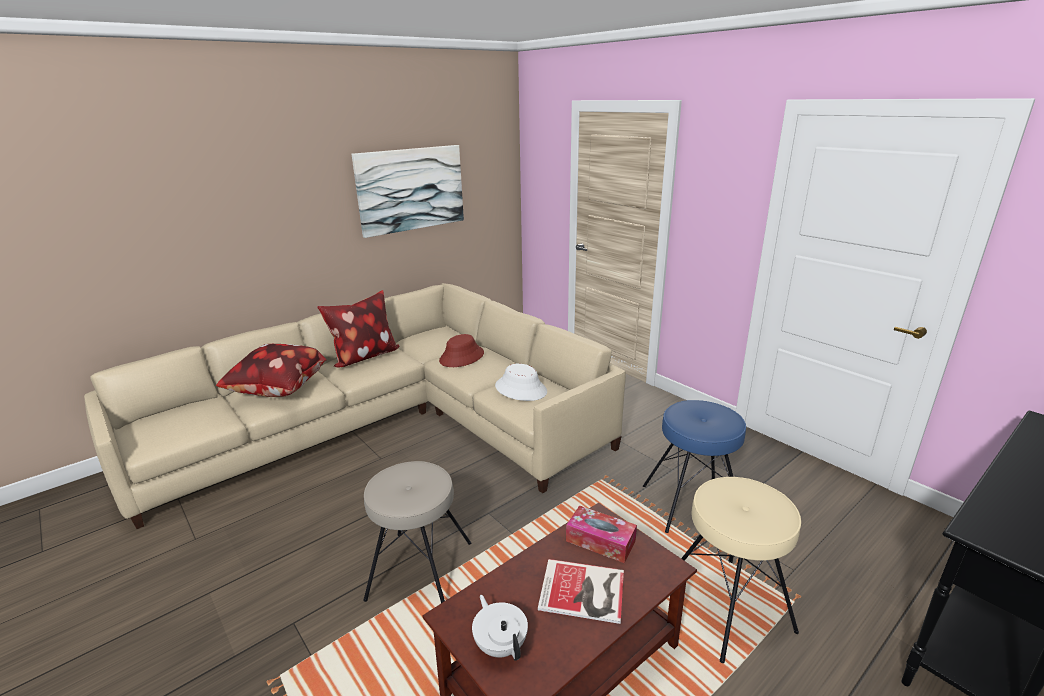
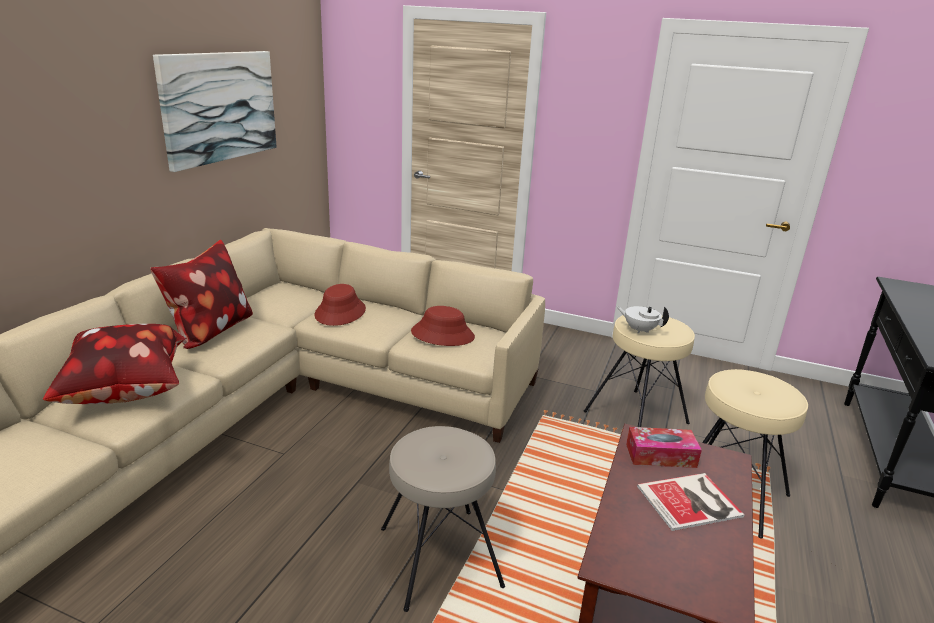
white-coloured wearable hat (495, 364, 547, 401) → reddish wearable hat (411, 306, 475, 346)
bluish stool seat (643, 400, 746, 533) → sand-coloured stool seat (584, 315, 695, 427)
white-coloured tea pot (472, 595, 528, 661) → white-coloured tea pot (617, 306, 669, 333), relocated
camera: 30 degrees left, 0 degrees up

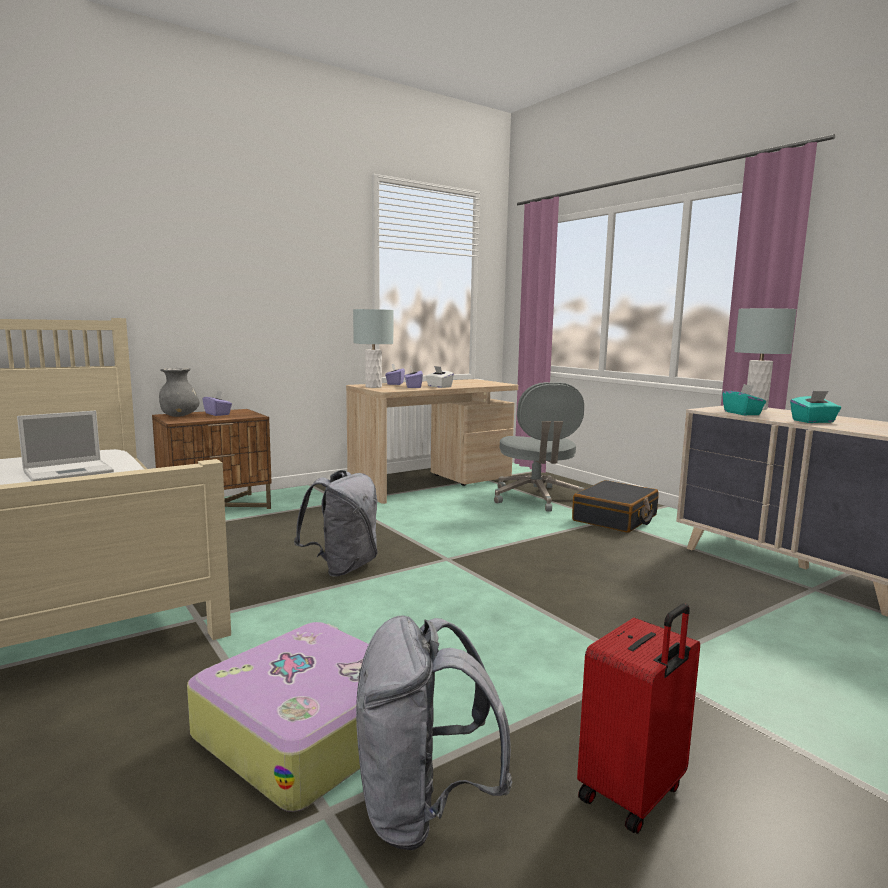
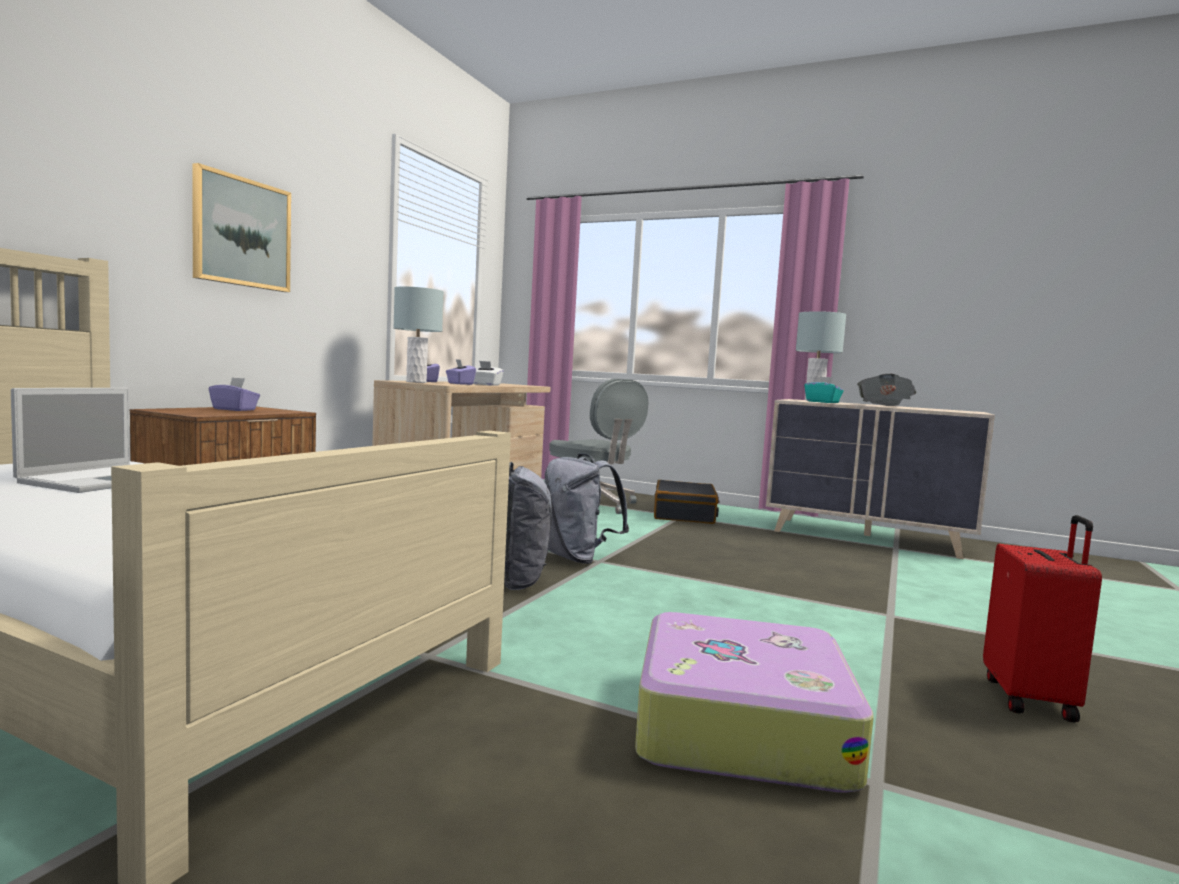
- → wall picture (192, 163, 291, 292)
gray rucksack (356, 615, 513, 850) → gray rucksack (545, 453, 629, 564), relocated
blue-green tissue box (790, 391, 841, 423) → printed paper (858, 374, 916, 406)
gray flower vase (159, 368, 200, 417) → -
camera: 30 degrees left, 5 degrees down

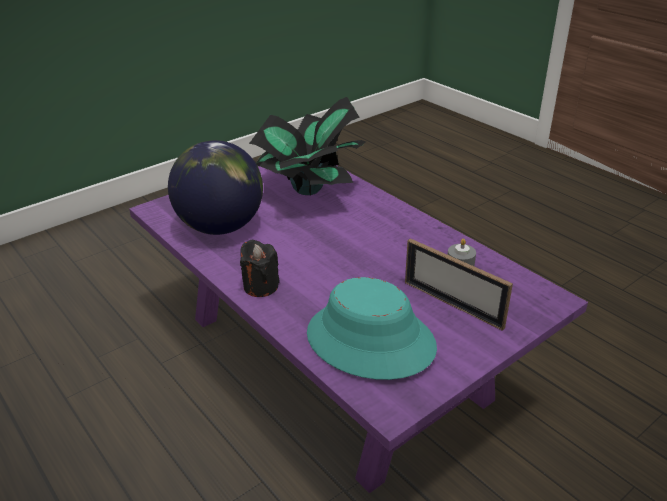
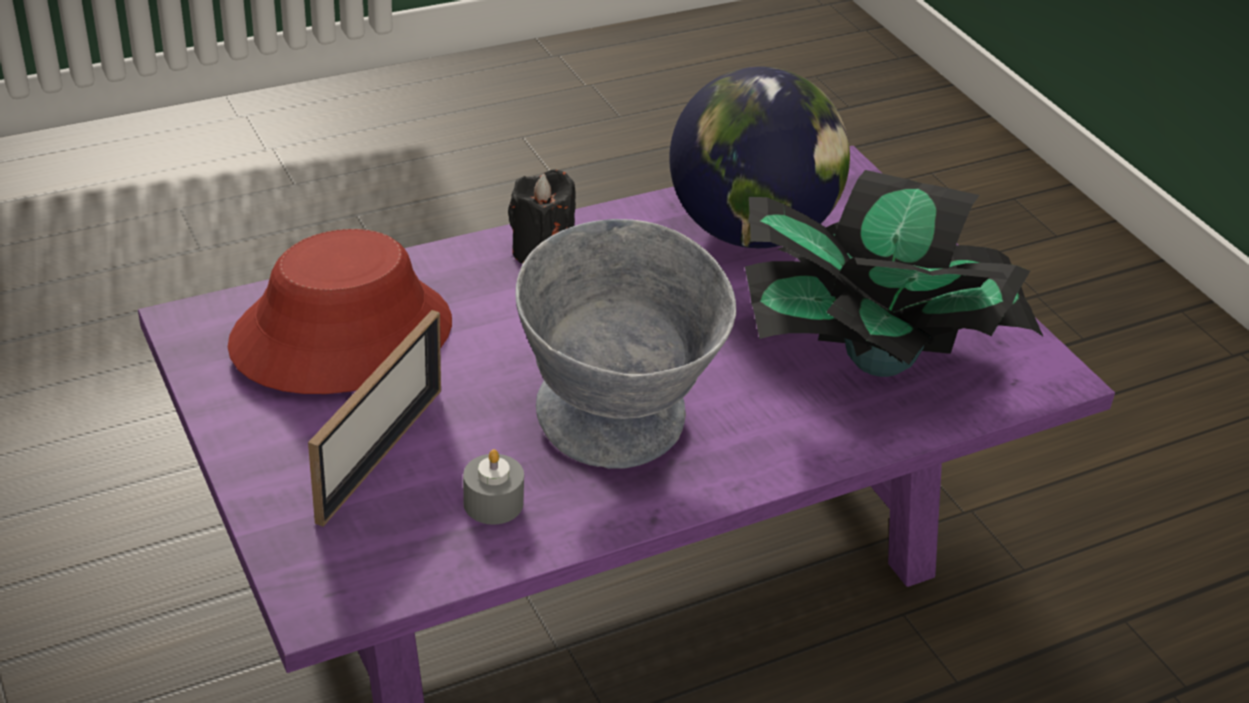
blue-green wearable hat (307, 277, 437, 380) → reddish wearable hat (228, 229, 452, 394)
standing frame (405, 238, 513, 331) → standing frame (308, 310, 441, 527), 150 degrees clockwise
- → gray bowl (516, 219, 736, 469)
camera: 100 degrees right, 5 degrees up

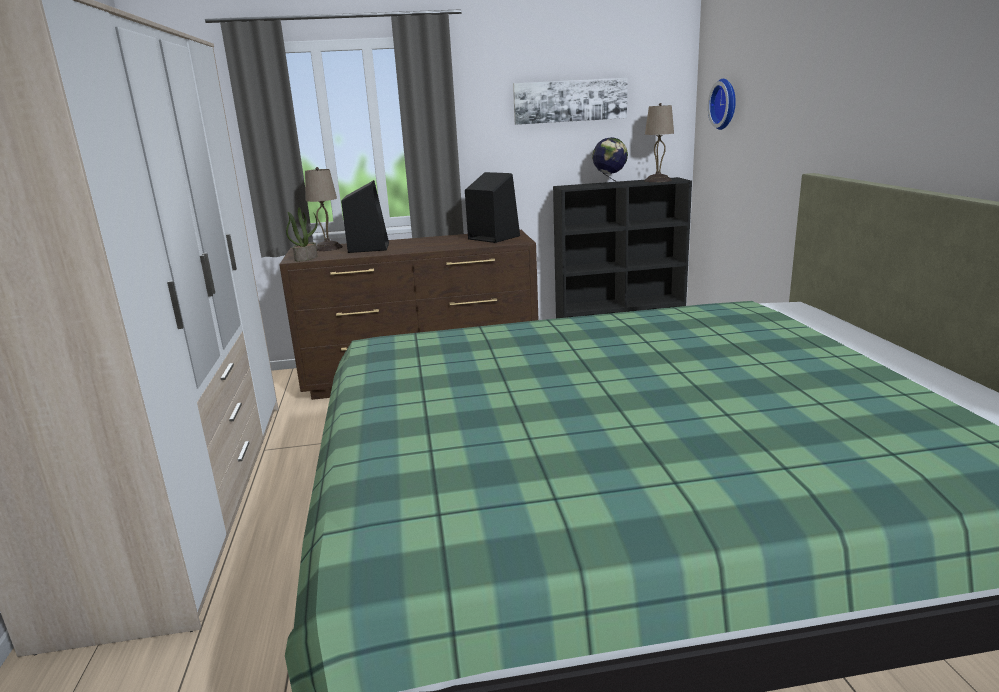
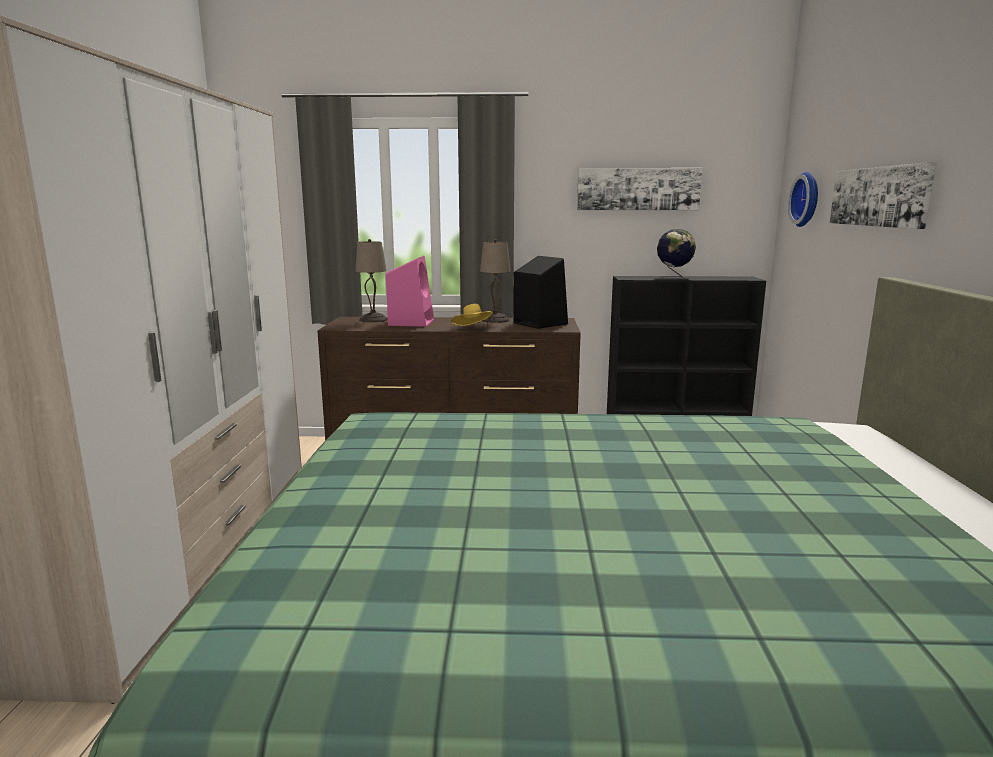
black-coloured speaker (341, 180, 389, 253) → pinkish speaker (386, 256, 434, 327)
- → yellow wearable hat (451, 304, 493, 326)
sand-coloured lamp for a table (645, 103, 674, 182) → sand-coloured lamp for a table (480, 239, 511, 323), relocated
- → wall picture (830, 162, 936, 229)
plant in a pot (286, 207, 318, 261) → -
camera: 10 degrees right, 5 degrees down

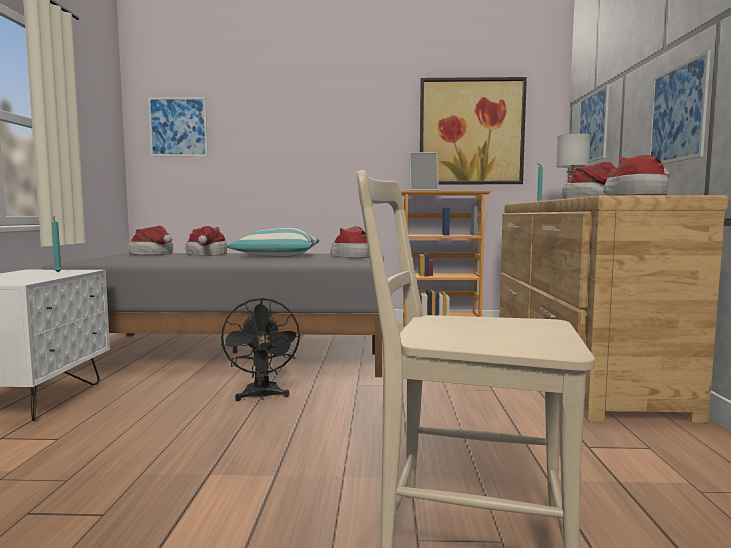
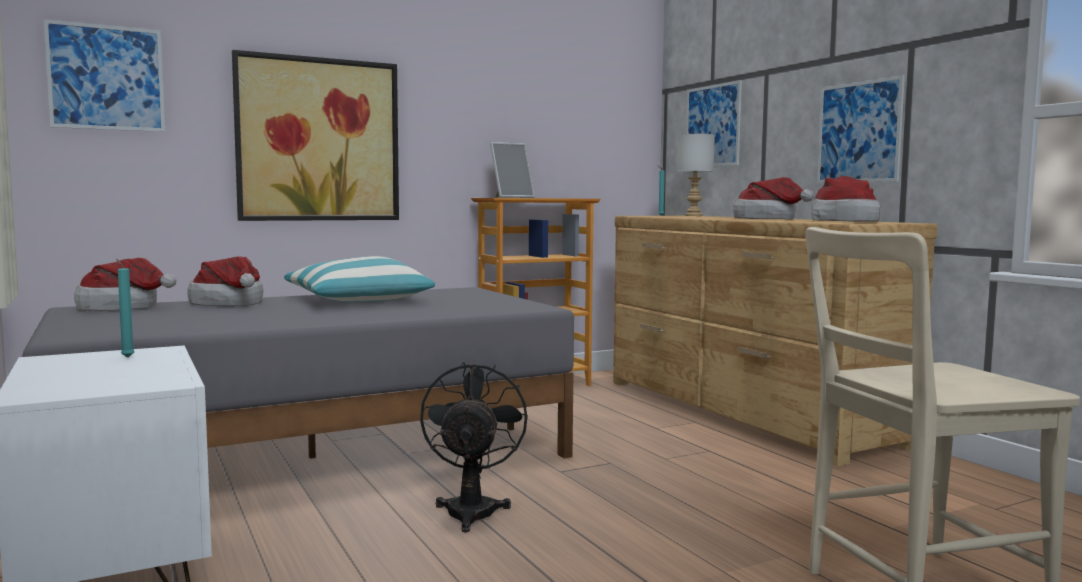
wall picture (420, 77, 527, 184) → wall picture (232, 50, 399, 221), relocated
black-coloured electric fan (221, 298, 301, 401) → black-coloured electric fan (420, 362, 528, 532), 135 degrees counterclockwise
wearable hat (330, 226, 369, 258) → -
camera: 30 degrees left, 0 degrees up

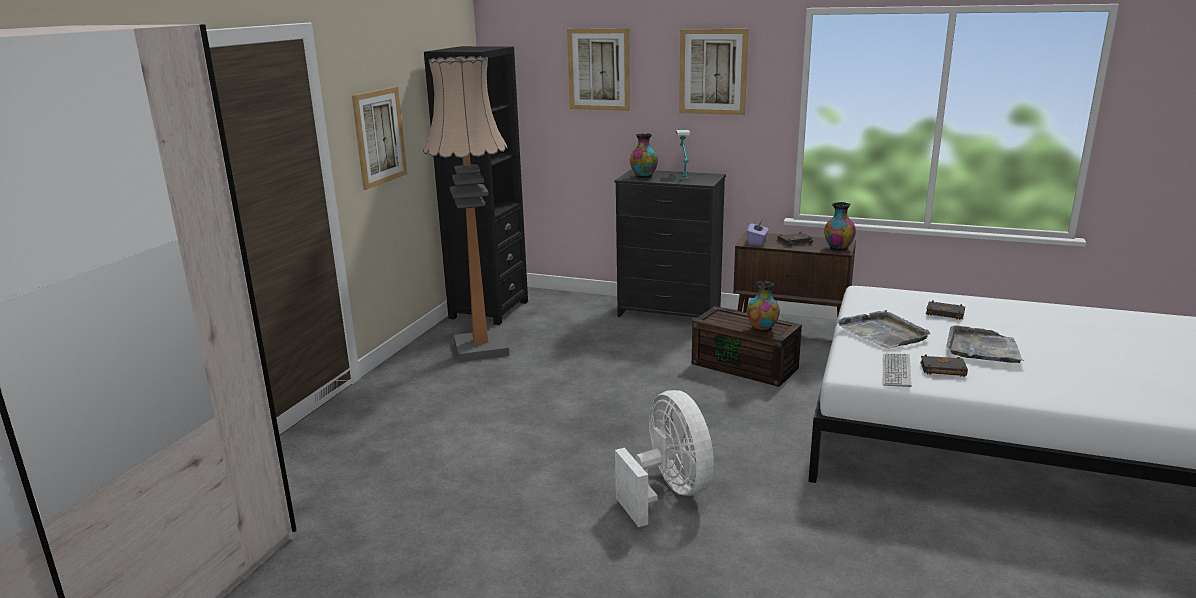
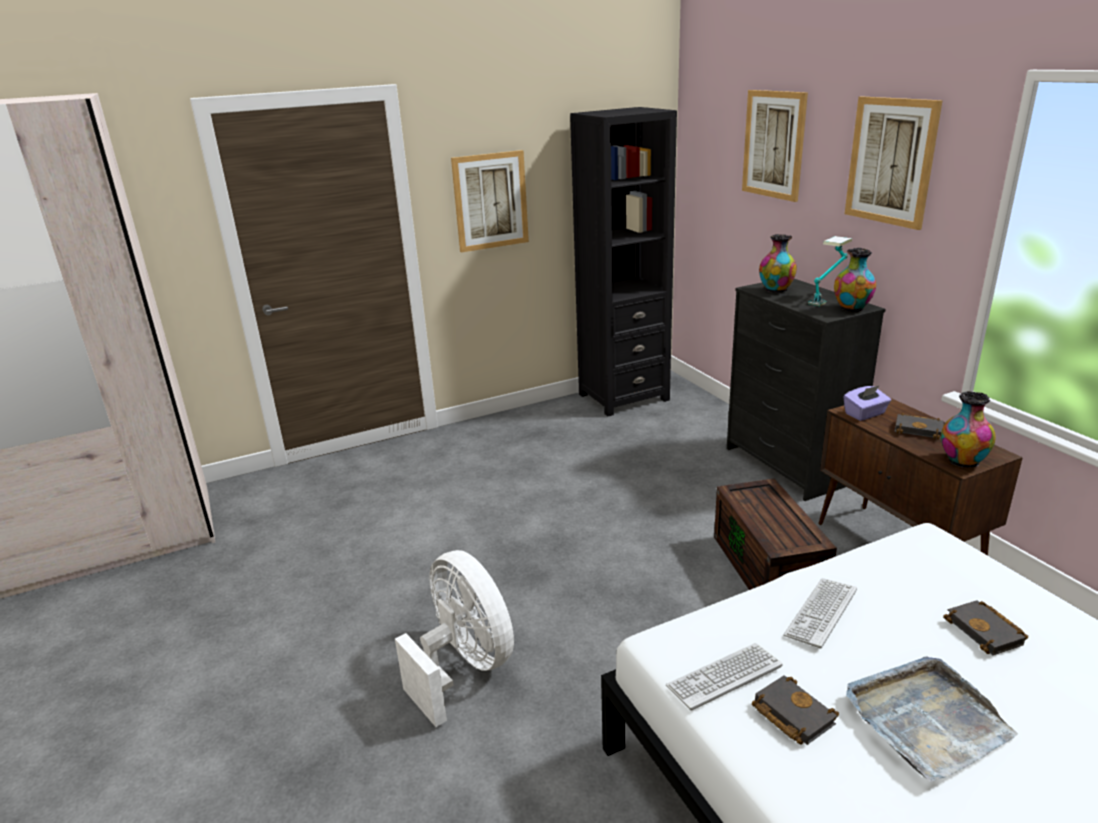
white-coloured electric fan (615, 390, 714, 527) → white-coloured electric fan (395, 550, 514, 727), 60 degrees counterclockwise
gray carrying tray (835, 310, 930, 349) → keyboard (783, 578, 857, 649)
flower vase (747, 280, 780, 332) → flower vase (834, 248, 876, 312), relocated
standing lamp (423, 56, 510, 362) → -
camera: 45 degrees right, 5 degrees up

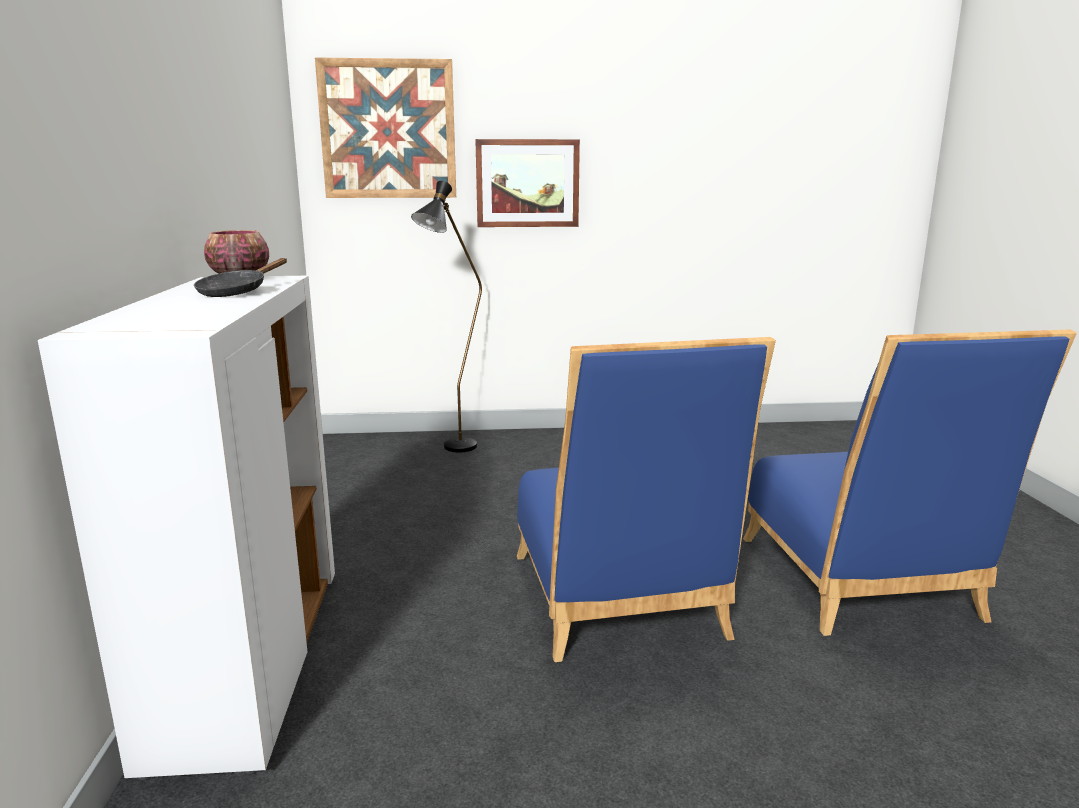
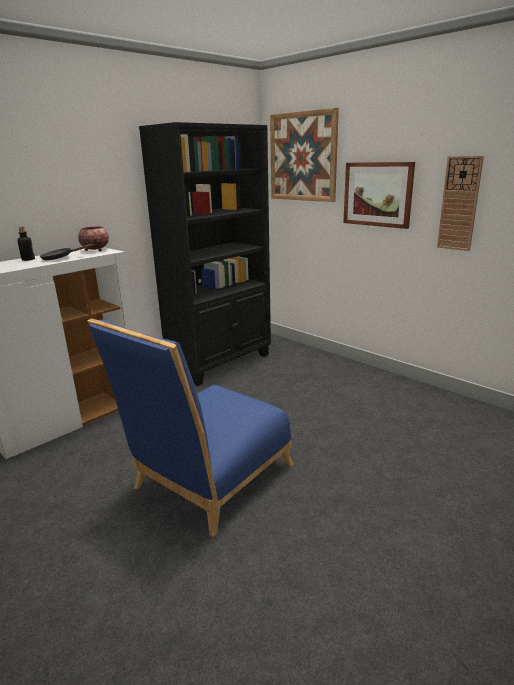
- → beverage bottle (17, 227, 35, 261)
- → black-coloured bookcase (139, 122, 271, 386)
- → wall clock (437, 156, 484, 251)
black-coloured standing lamp (411, 181, 482, 453) → -
bluish plain chair (743, 330, 1077, 636) → -
camera: 50 degrees right, 5 degrees up

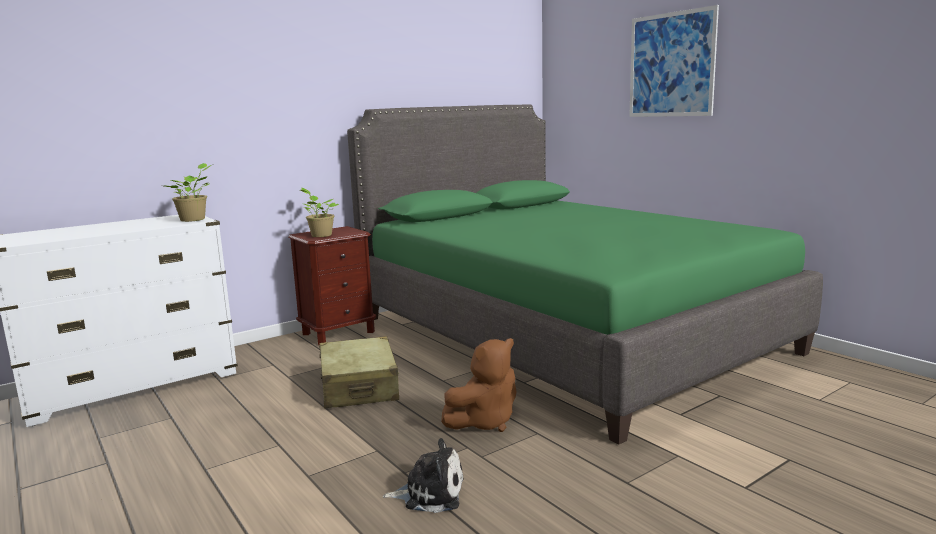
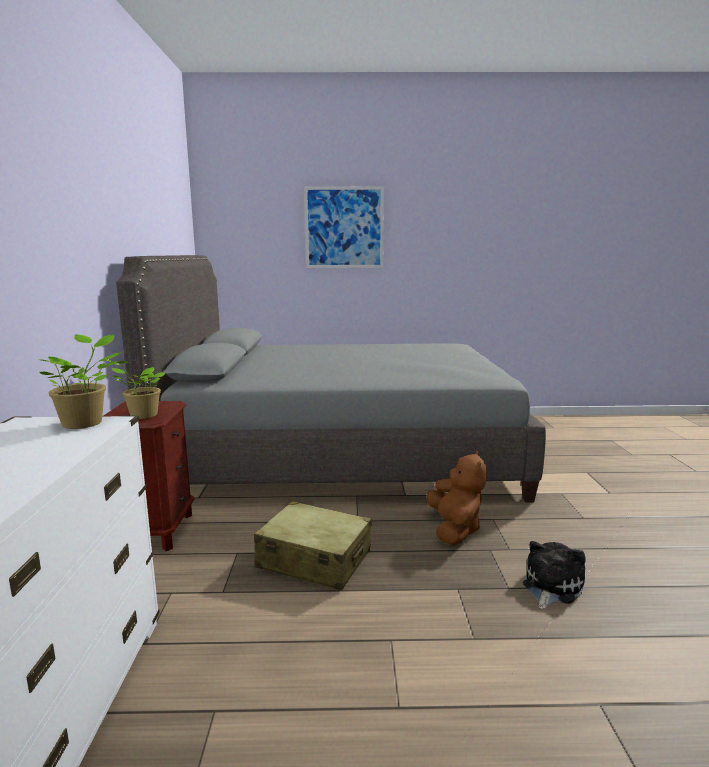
greenish sleeping bed (347, 105, 823, 445) → gray sleeping bed (116, 255, 546, 503)
camera: 55 degrees left, 0 degrees up

